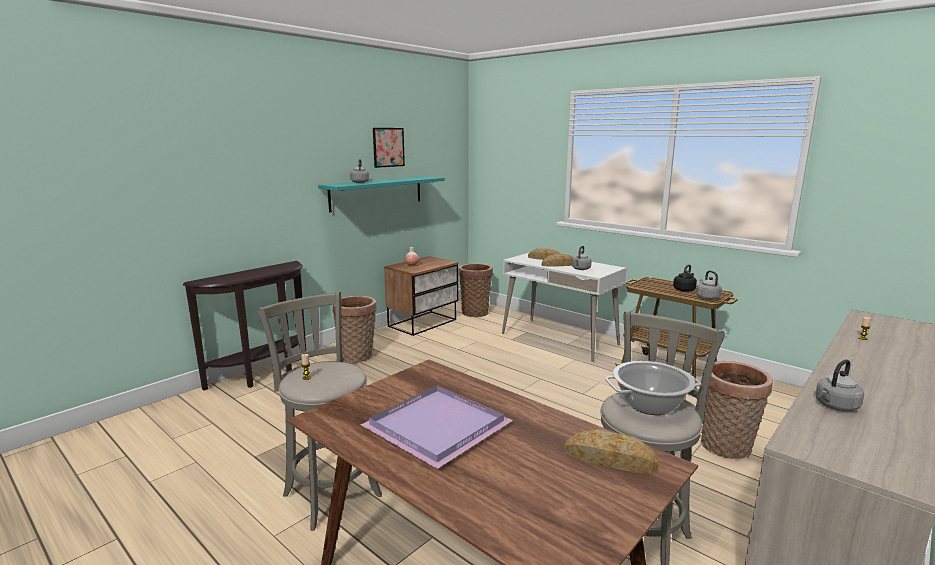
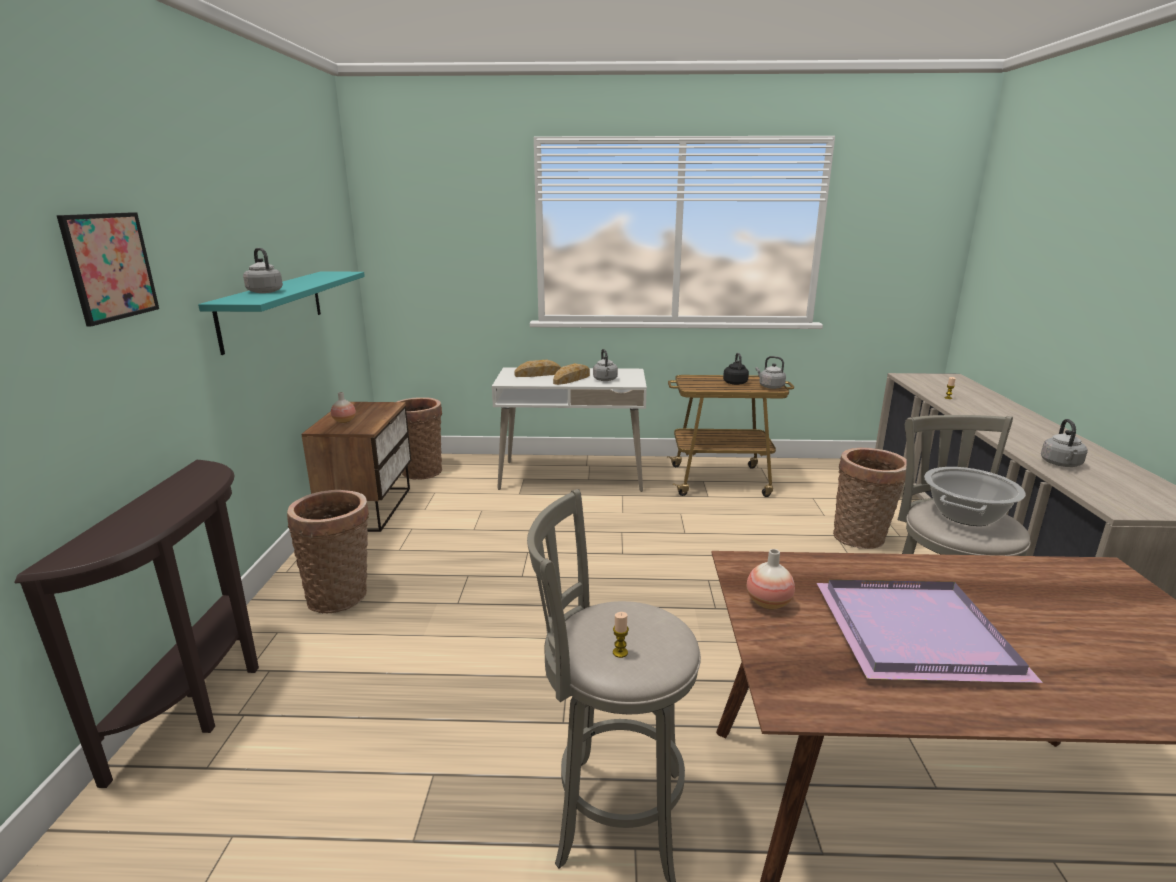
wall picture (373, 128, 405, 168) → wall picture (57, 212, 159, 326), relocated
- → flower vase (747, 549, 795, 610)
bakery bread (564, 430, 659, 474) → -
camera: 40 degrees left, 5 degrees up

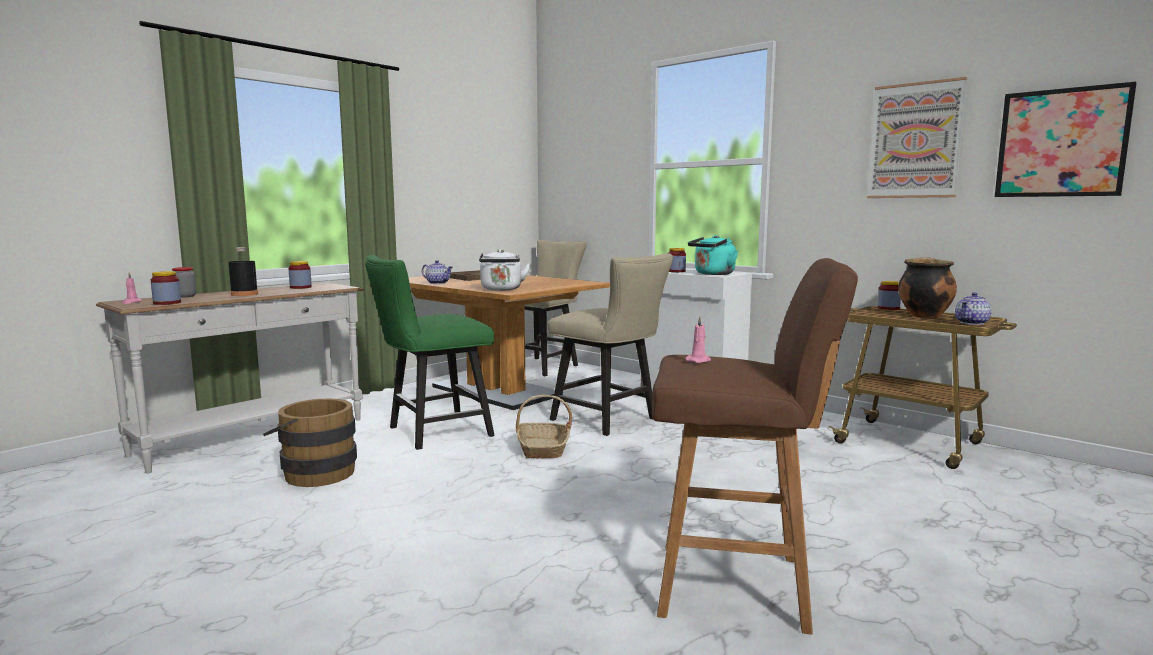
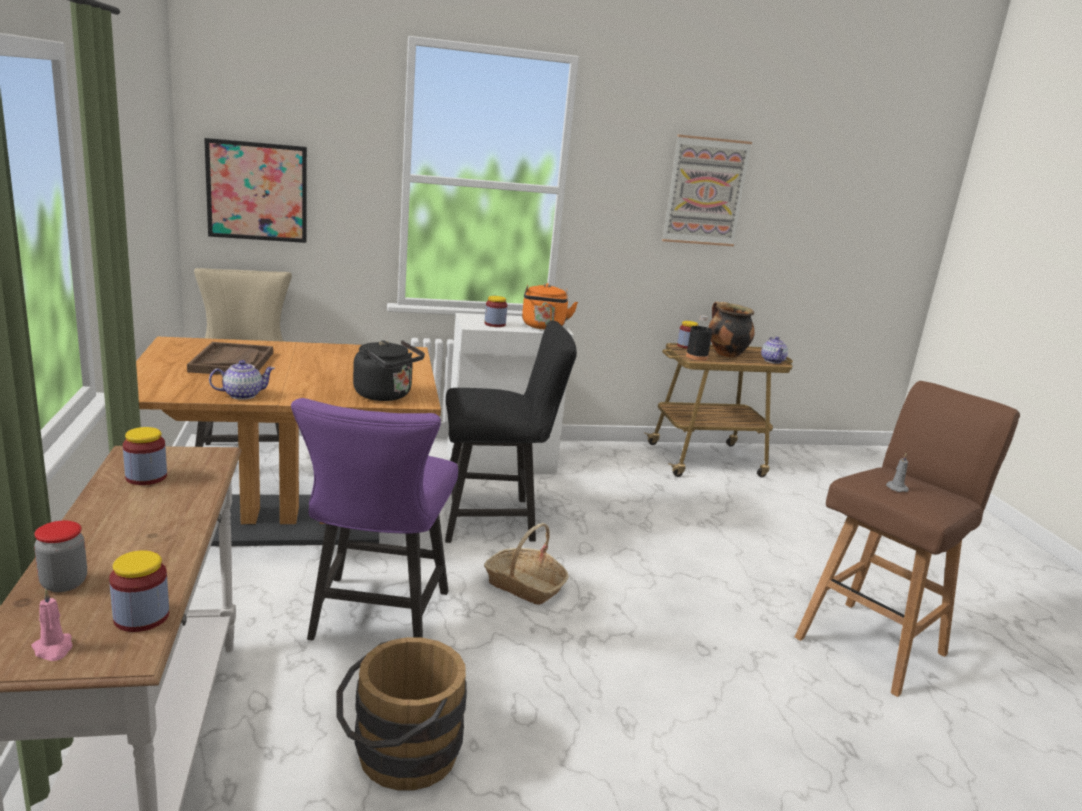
wall picture (995, 82, 1136, 197) → wall picture (204, 138, 307, 243), relocated
greenish plain chair (365, 255, 495, 450) → purplish plain chair (291, 398, 458, 640)
white-coloured kettle (479, 249, 530, 291) → black-coloured kettle (353, 340, 425, 401)
sand-coloured plain chair (548, 253, 673, 436) → black-coloured plain chair (445, 321, 577, 543)
blue-green kettle (688, 235, 738, 275) → orange-coloured kettle (522, 283, 578, 330)
black-coloured beverage bottle (229, 247, 258, 296) → black-coloured beverage bottle (686, 315, 713, 361), relocated
pinkish candle (685, 316, 711, 363) → gray candle (886, 453, 909, 492)
camera: 55 degrees left, 10 degrees up

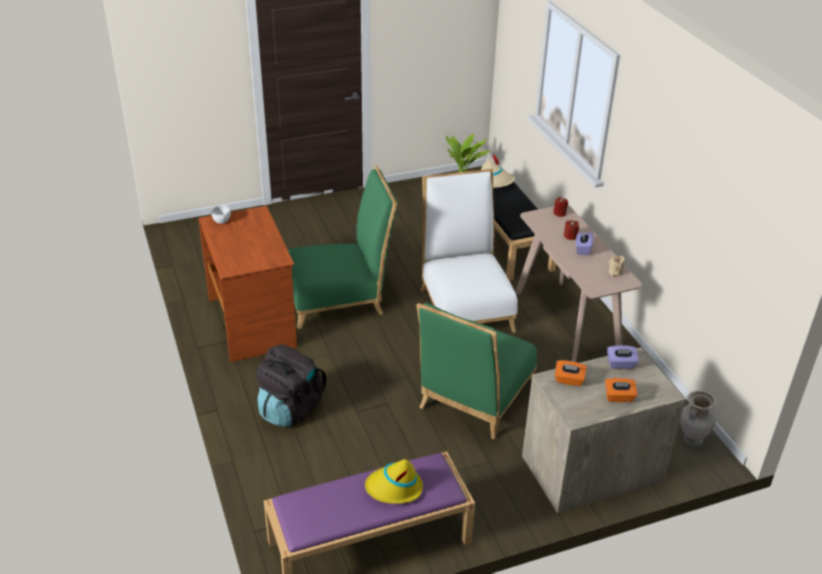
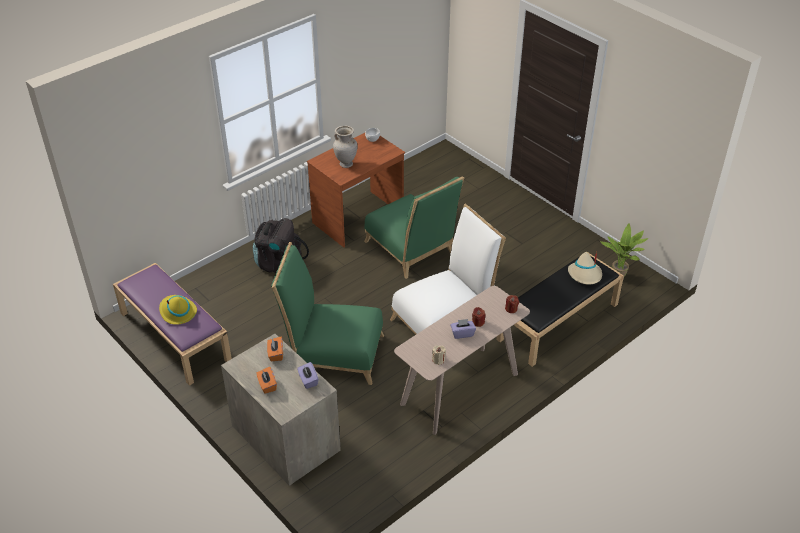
sand-coloured flower vase (680, 390, 716, 446) → sand-coloured flower vase (333, 126, 358, 168), relocated
camera: 70 degrees right, 5 degrees up

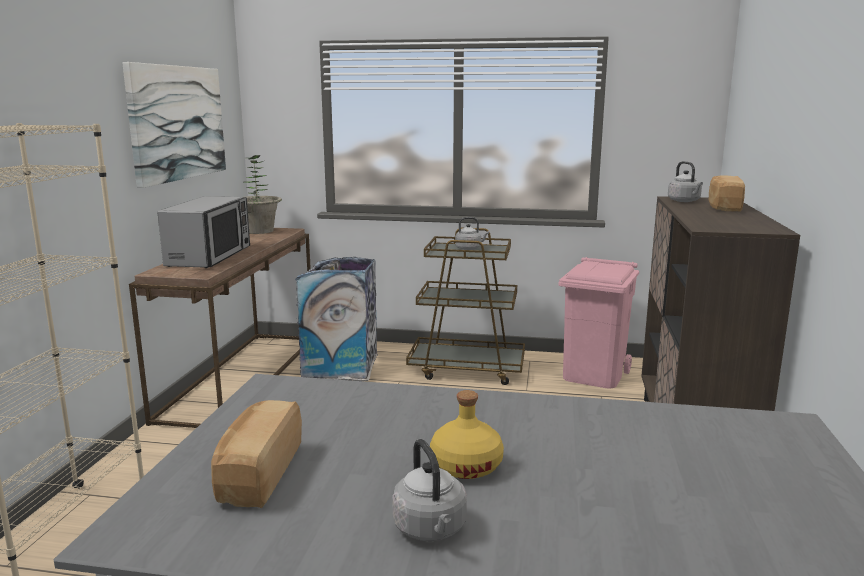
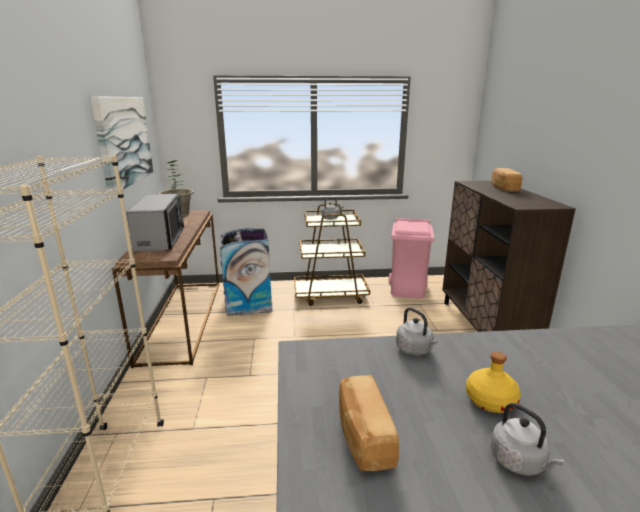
gray kettle (668, 161, 703, 202) → gray kettle (396, 307, 438, 355), relocated
camera: 15 degrees left, 5 degrees up

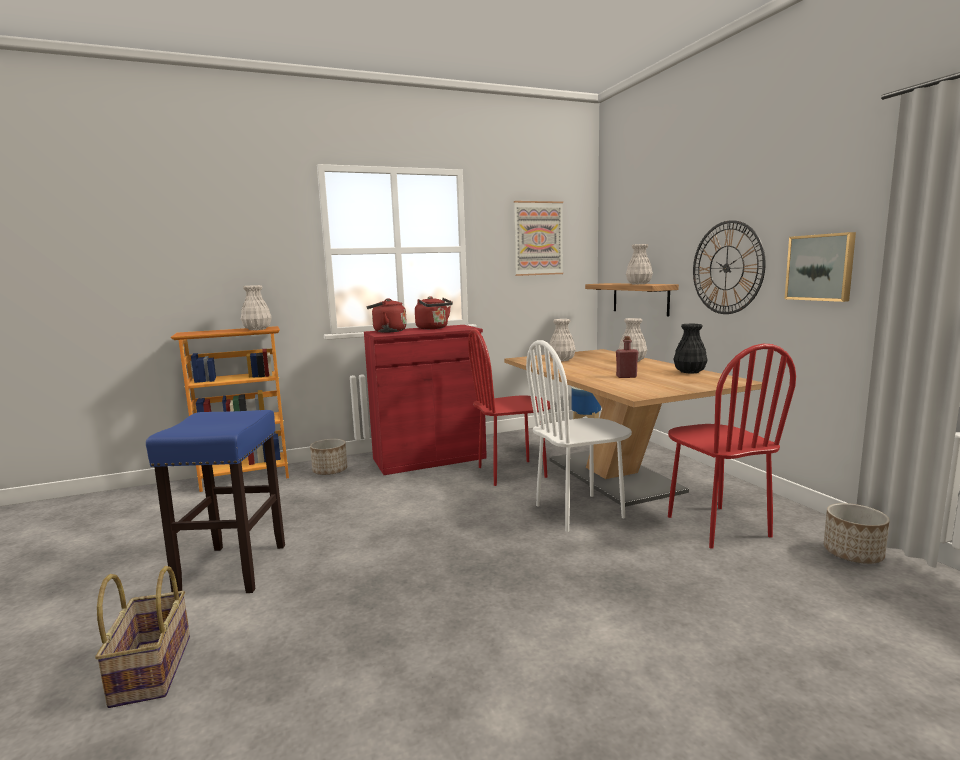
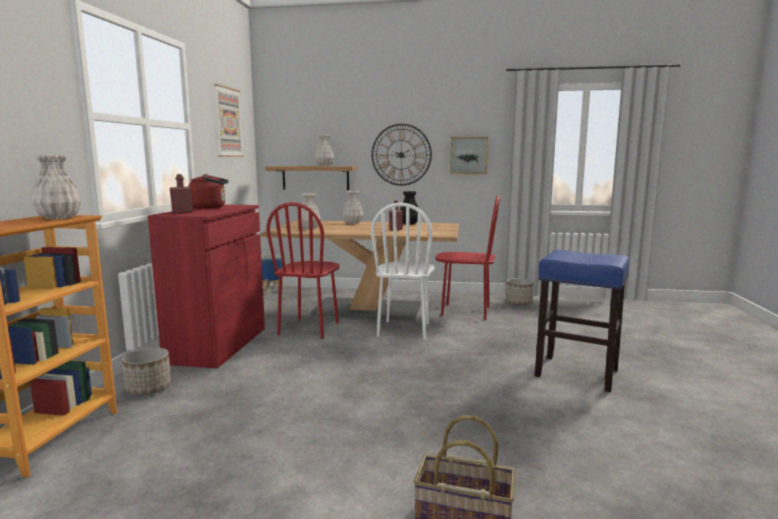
reddish kettle (367, 298, 407, 333) → reddish beverage bottle (170, 174, 192, 214)
bluish stool seat (146, 410, 285, 593) → bluish stool seat (535, 250, 630, 392), relocated
camera: 60 degrees left, 0 degrees up

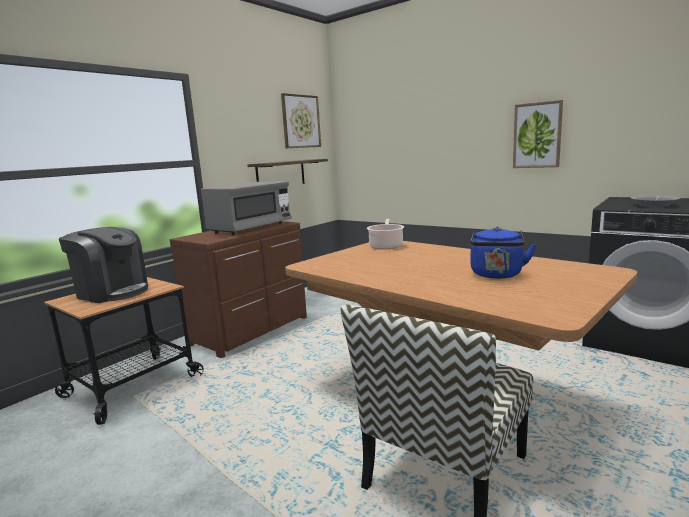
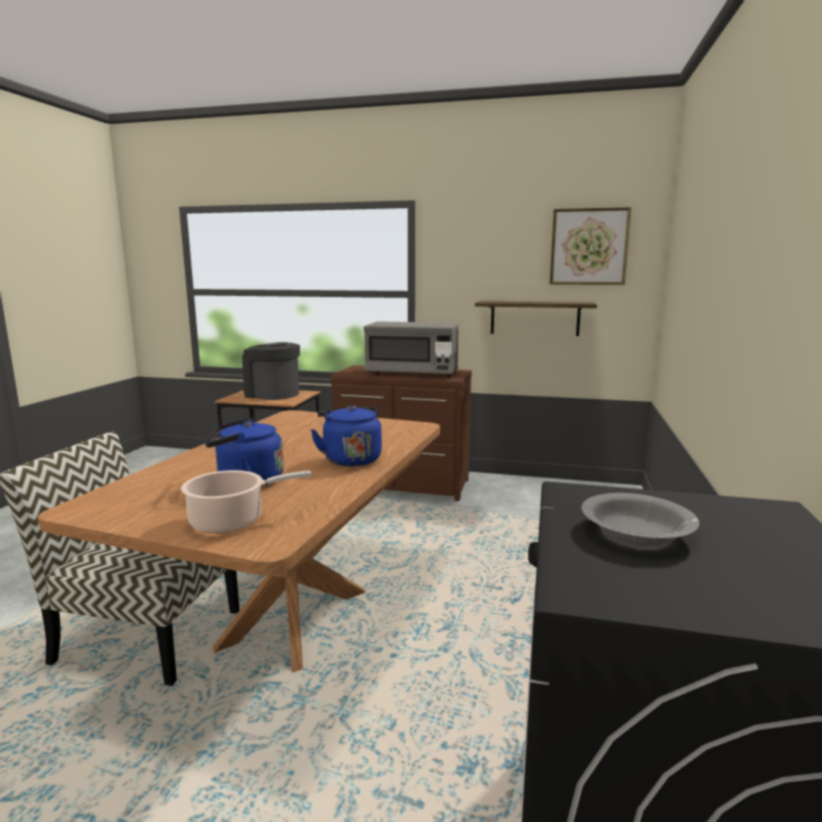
cooking pot (367, 219, 404, 250) → cooking pot (181, 470, 311, 533), relocated
coffee brewer (59, 227, 148, 303) → coffee brewer (242, 342, 300, 400), 120 degrees clockwise
- → bluish kettle (311, 405, 382, 467)
wall picture (513, 100, 563, 168) → -
camera: 65 degrees right, 0 degrees up

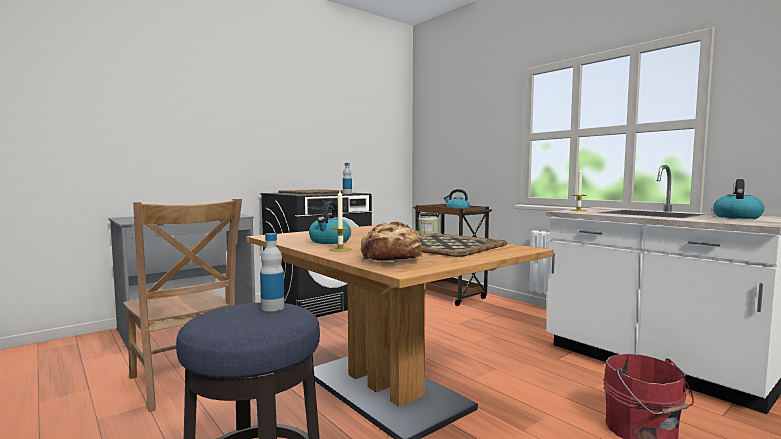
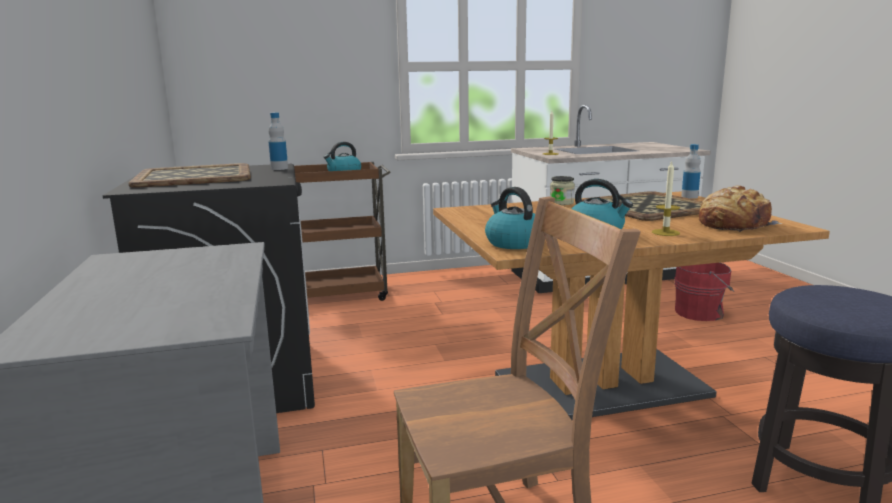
kettle (713, 179, 764, 219) → kettle (485, 187, 535, 249), relocated
beverage bottle (260, 233, 285, 311) → beverage bottle (681, 144, 701, 199), relocated
camera: 65 degrees left, 10 degrees up

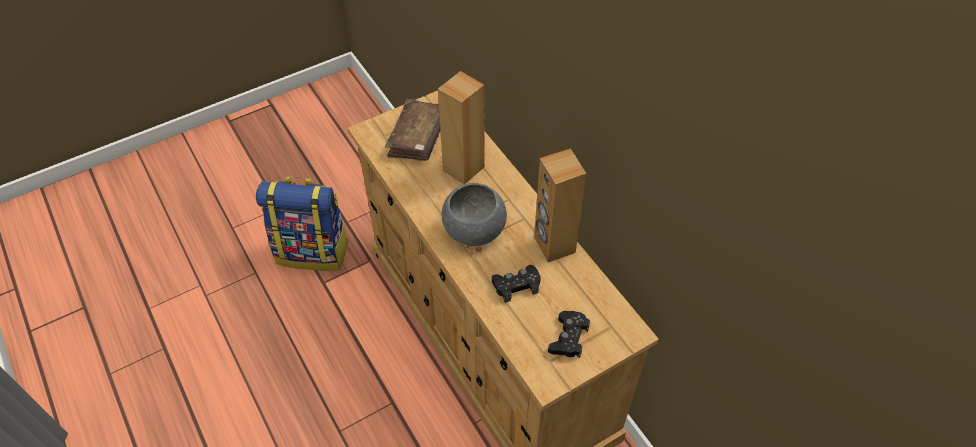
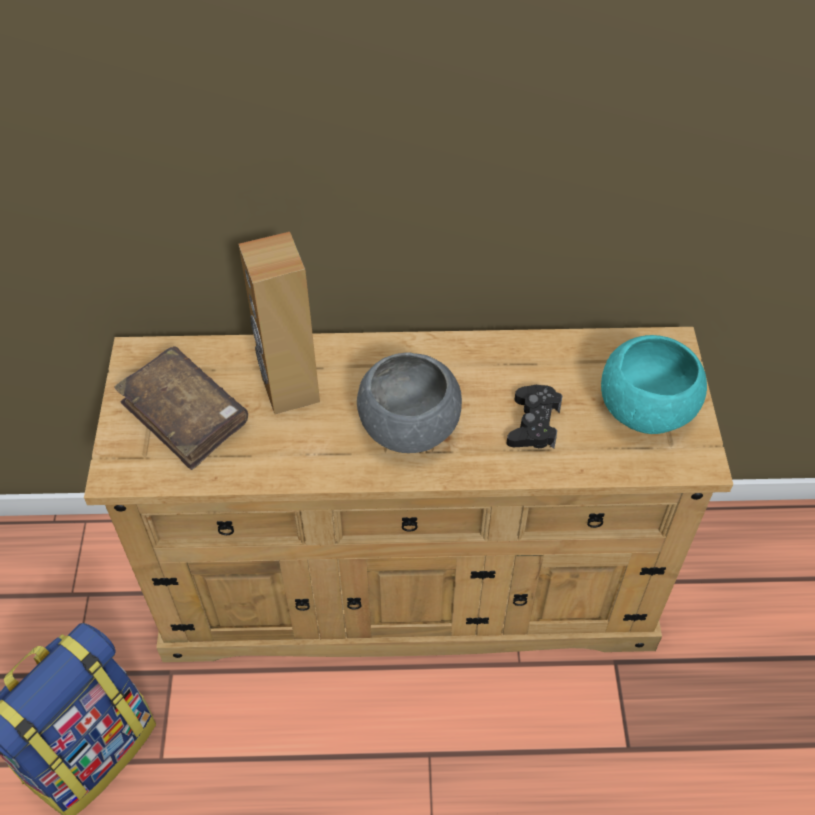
black-coloured game controller (548, 311, 590, 358) → blue-green bowl (601, 335, 707, 434)
brownish speaker (534, 148, 587, 262) → -
camera: 60 degrees left, 0 degrees up

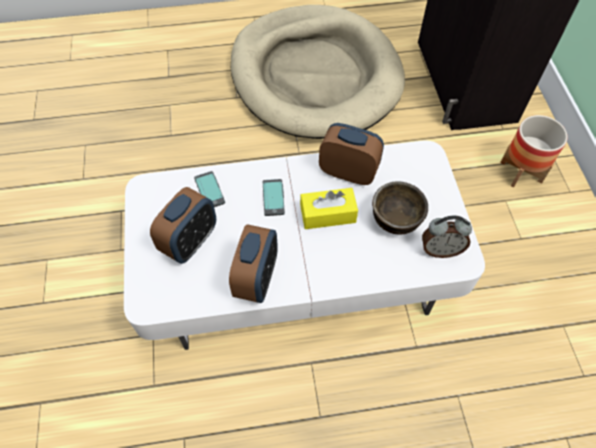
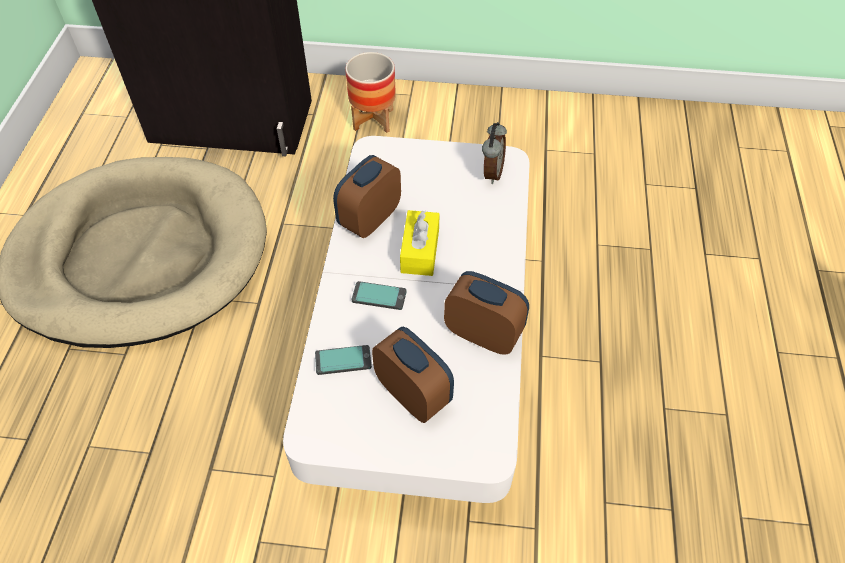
brownish bowl (372, 181, 428, 235) → -
camera: 75 degrees left, 5 degrees down

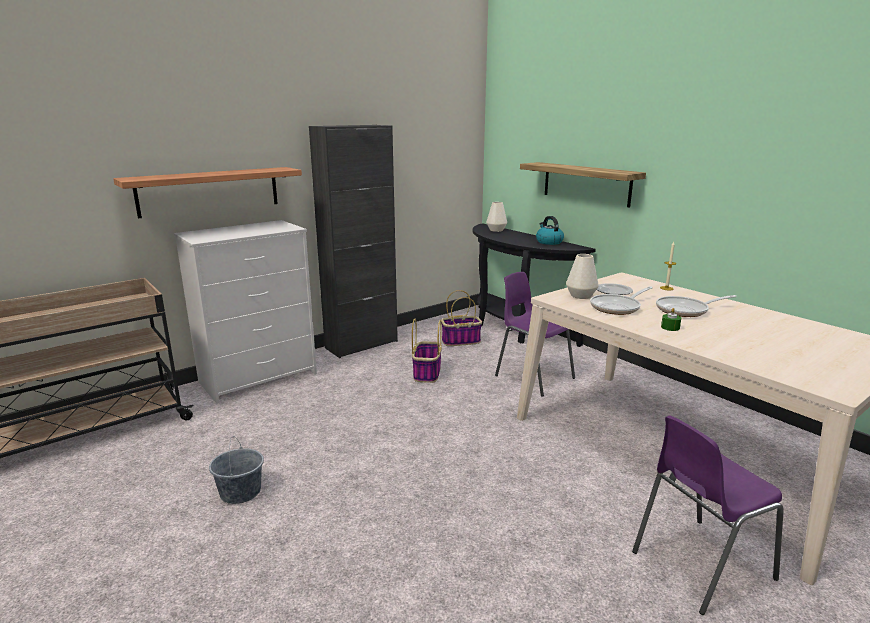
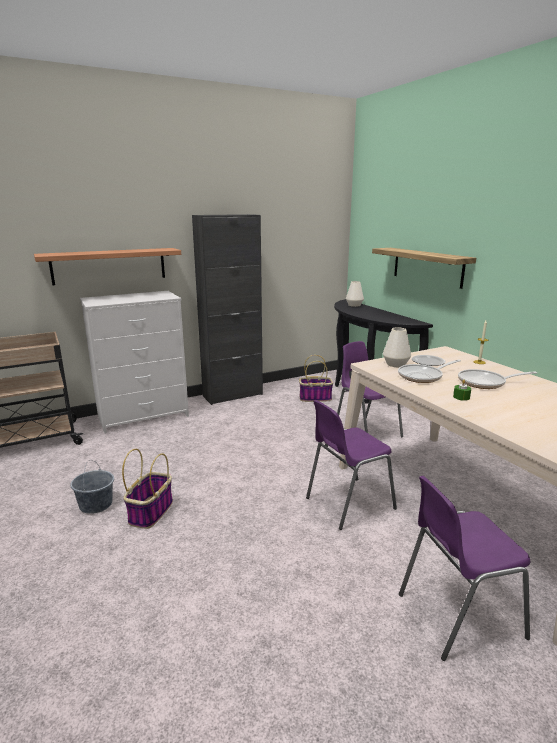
storage basket (412, 319, 442, 383) → storage basket (122, 449, 173, 529), relocated
- → purplish plain chair (306, 400, 397, 530)
kettle (536, 216, 564, 245) → -
camera: 10 degrees right, 0 degrees up

